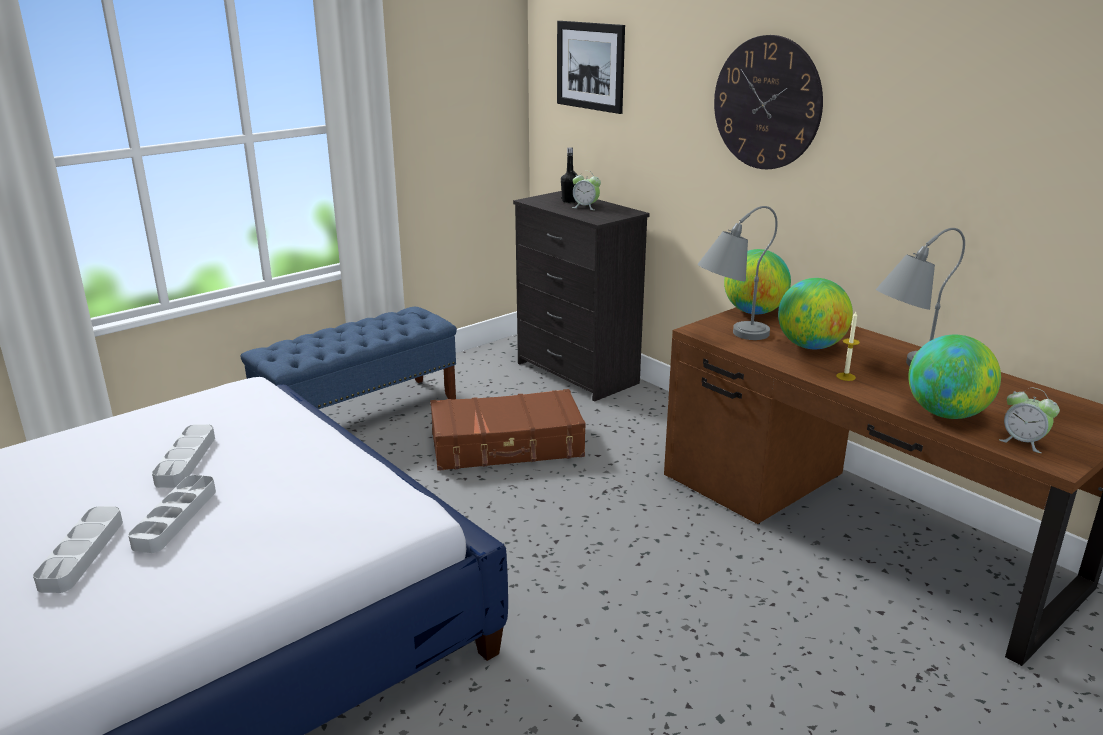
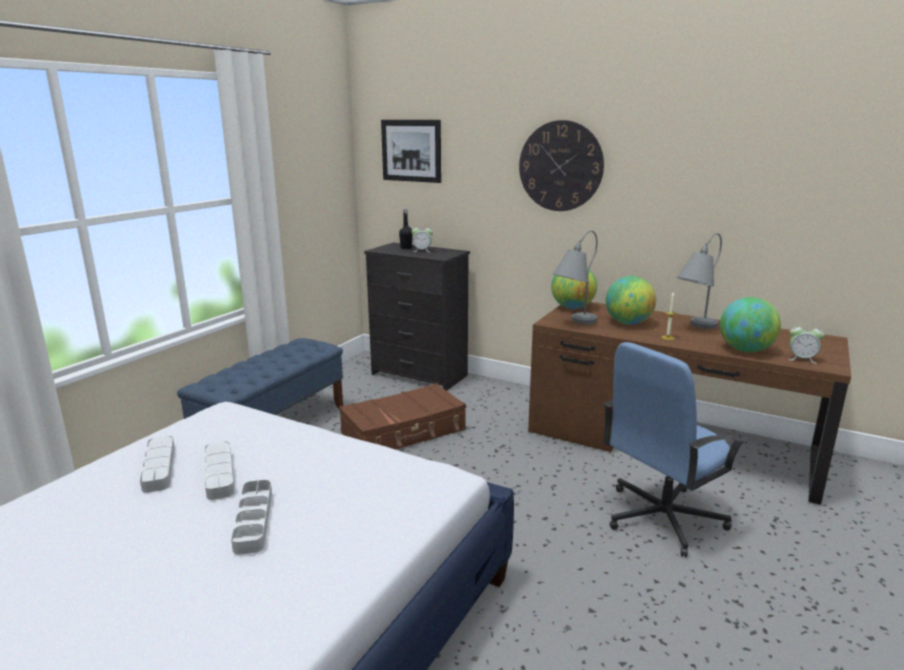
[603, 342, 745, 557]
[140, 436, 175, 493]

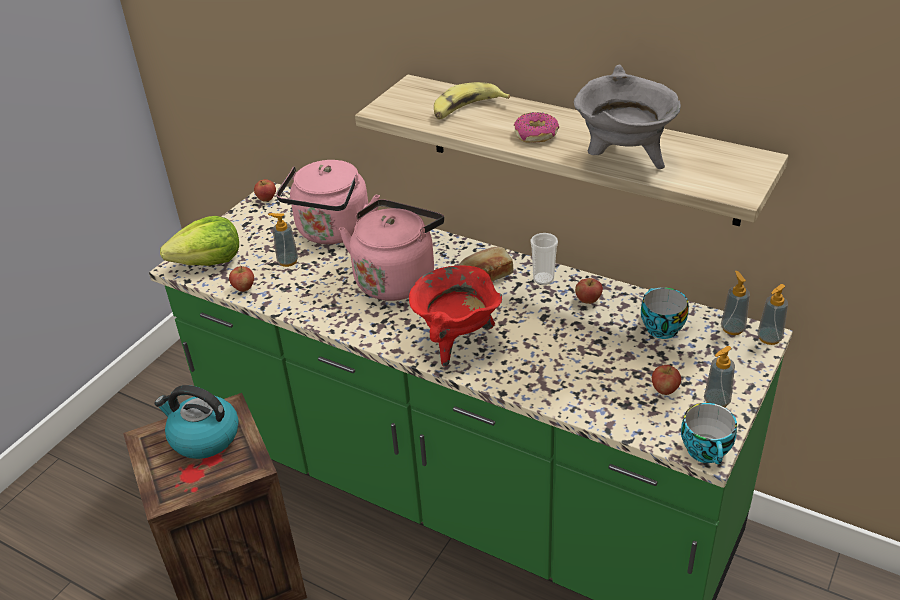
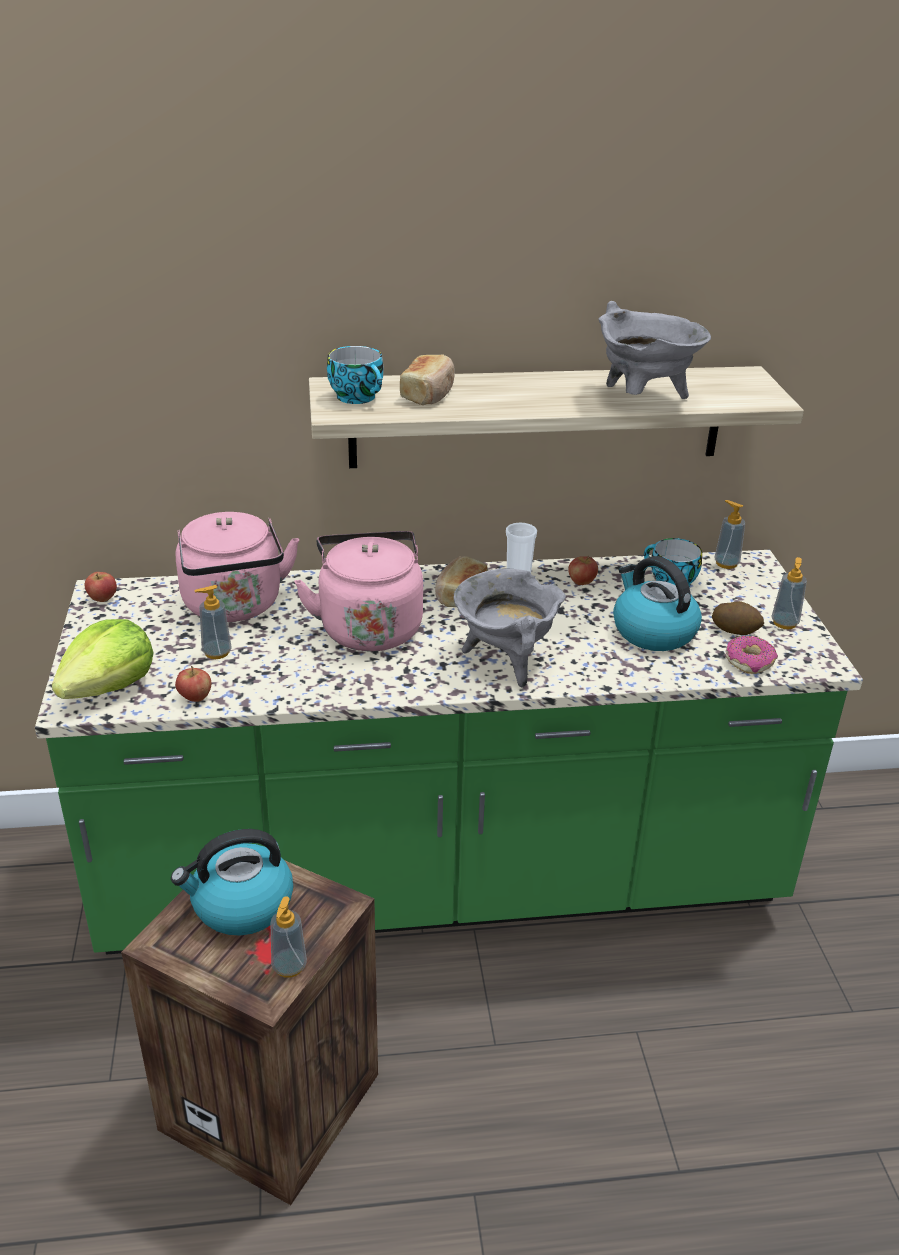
[613, 556, 702, 651]
[726, 636, 778, 674]
[327, 346, 384, 404]
[270, 896, 307, 978]
[400, 354, 455, 405]
[712, 601, 764, 635]
[454, 569, 566, 687]

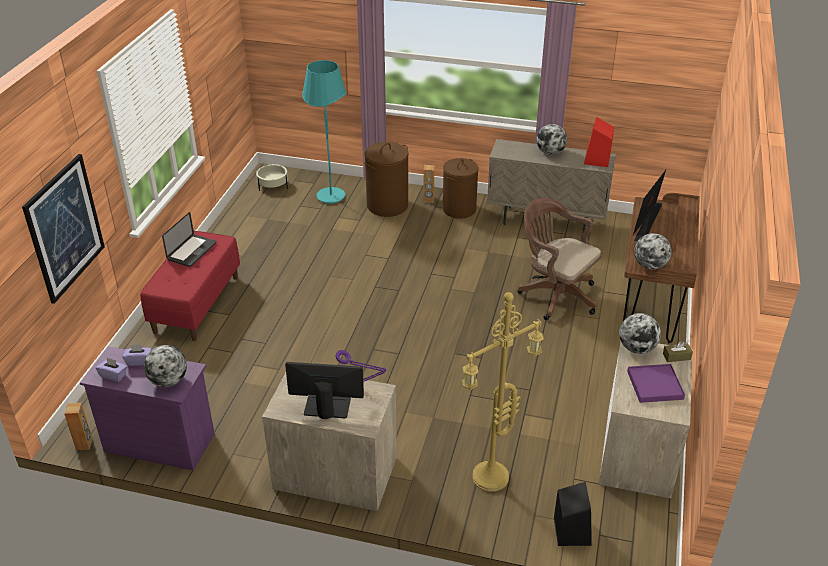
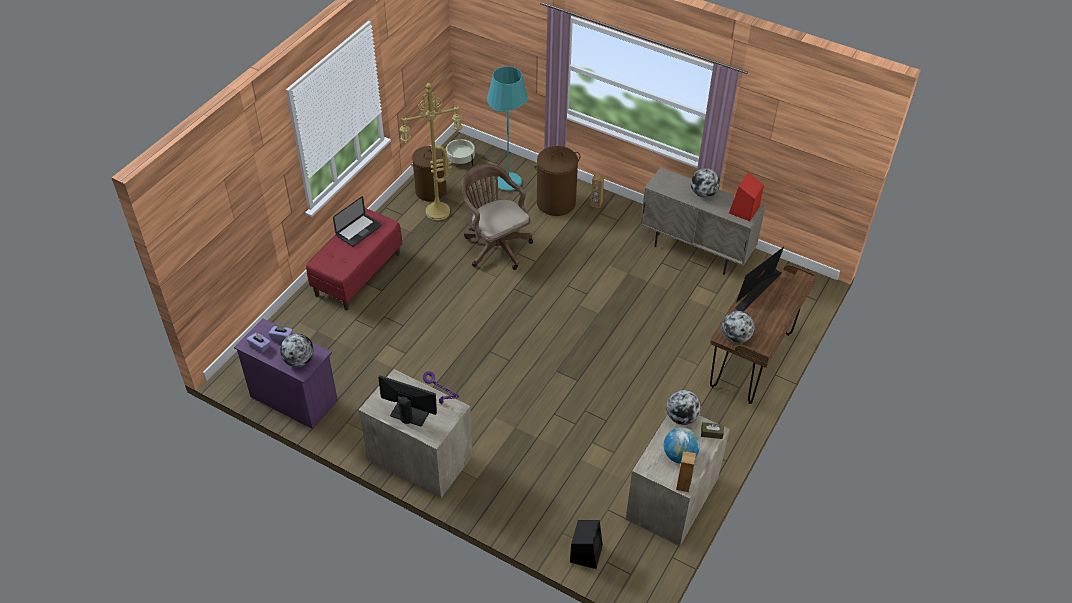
[22, 154, 105, 304] (first image)
[676, 451, 696, 492]
[411, 146, 447, 202]
[400, 83, 463, 221]
[462, 164, 533, 270]
[664, 427, 700, 464]

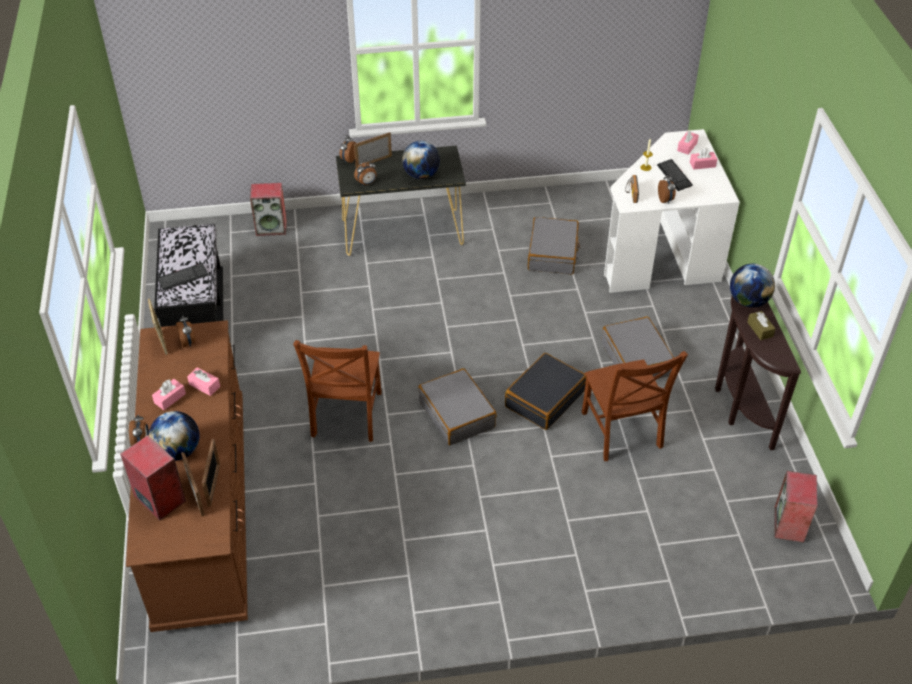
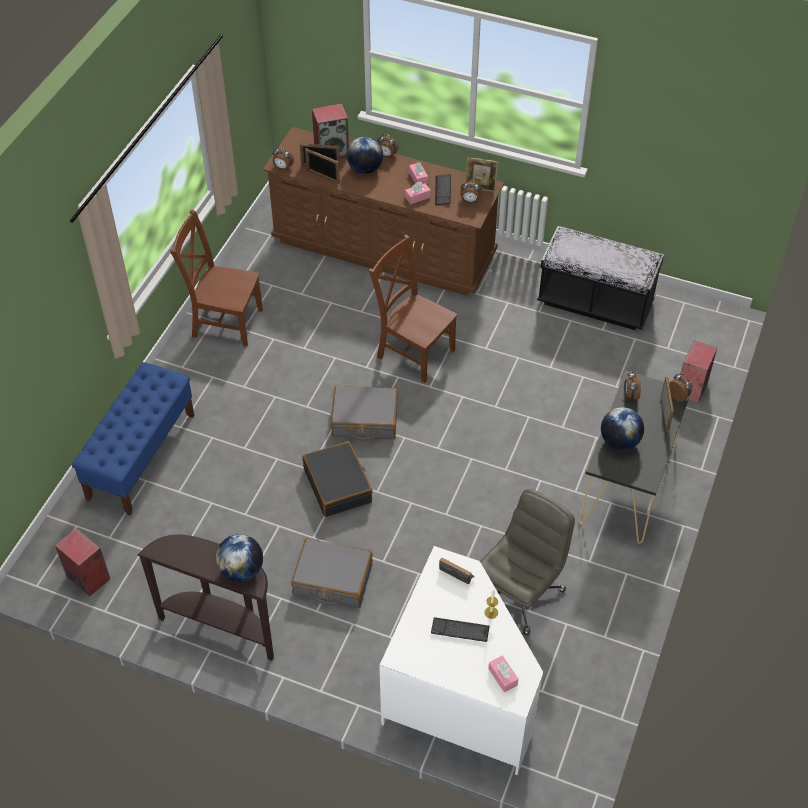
[690, 148, 717, 170] (first image)
[747, 311, 776, 340] (first image)
[72, 362, 194, 516]
[435, 174, 451, 205]
[170, 209, 263, 347]
[272, 146, 294, 170]
[480, 489, 575, 635]

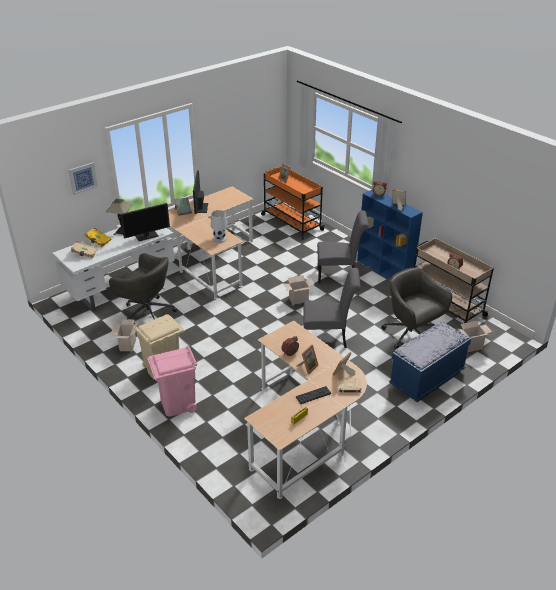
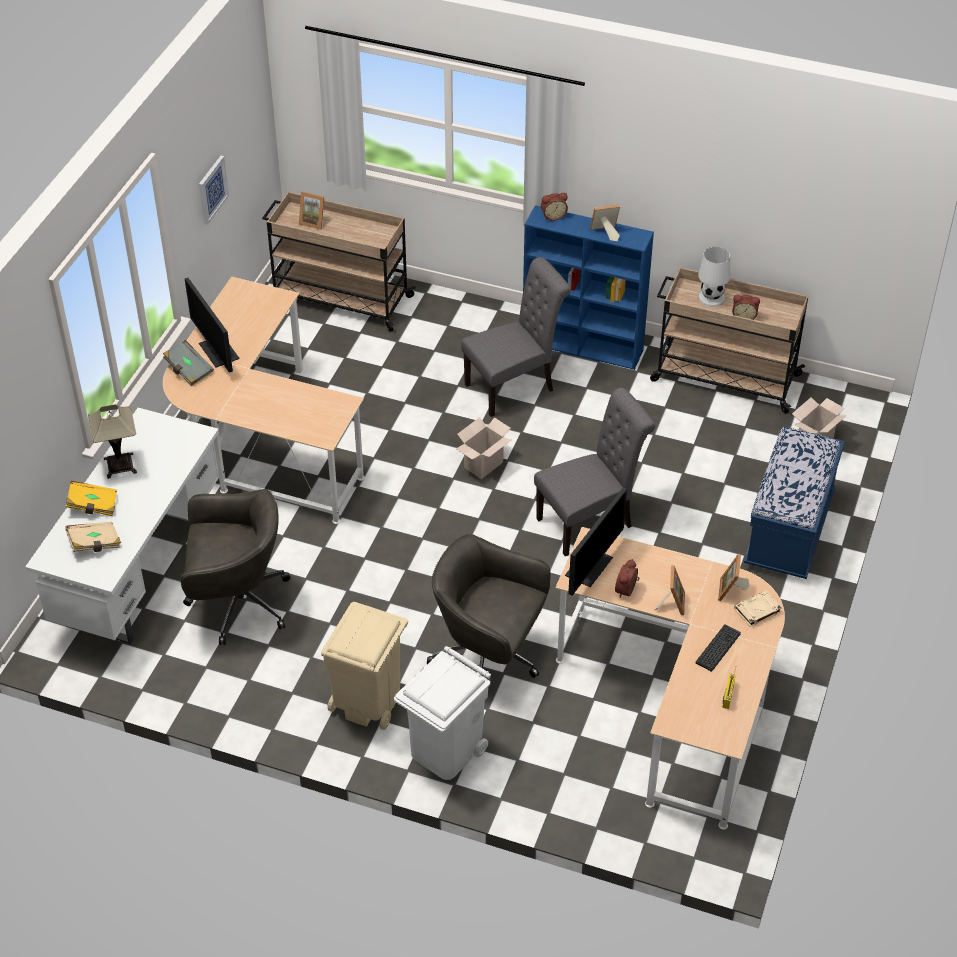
[111, 319, 138, 351] (first image)
[199, 156, 229, 225]
[565, 487, 627, 596]
[698, 247, 730, 307]
[427, 534, 550, 678]
[394, 646, 491, 780]
[262, 192, 416, 332]

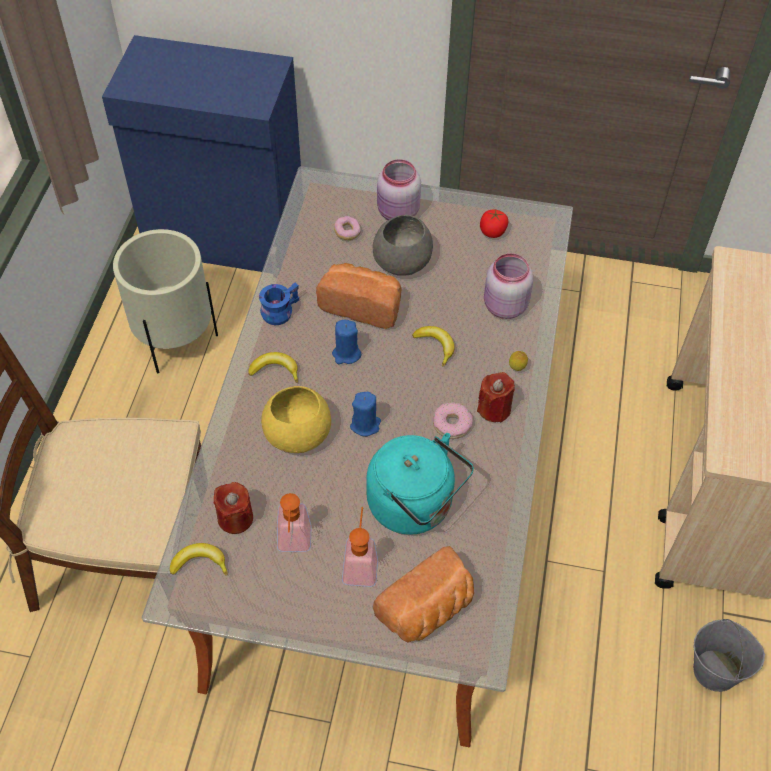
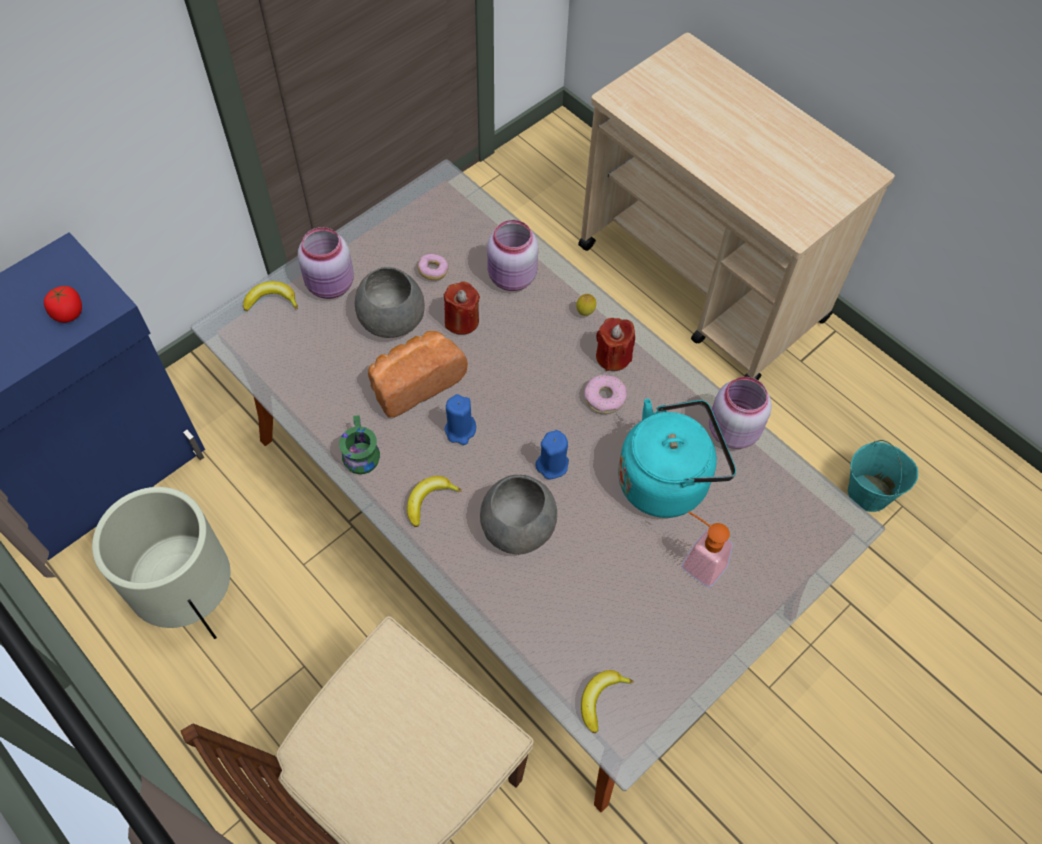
[277, 493, 311, 552] (first image)
[373, 546, 474, 643] (first image)
[693, 619, 765, 692] (first image)
[709, 377, 772, 449]
[848, 440, 918, 512]
[443, 282, 480, 335]
[418, 254, 449, 280]
[243, 281, 298, 311]
[44, 286, 82, 323]
[339, 415, 380, 474]
[480, 475, 557, 554]

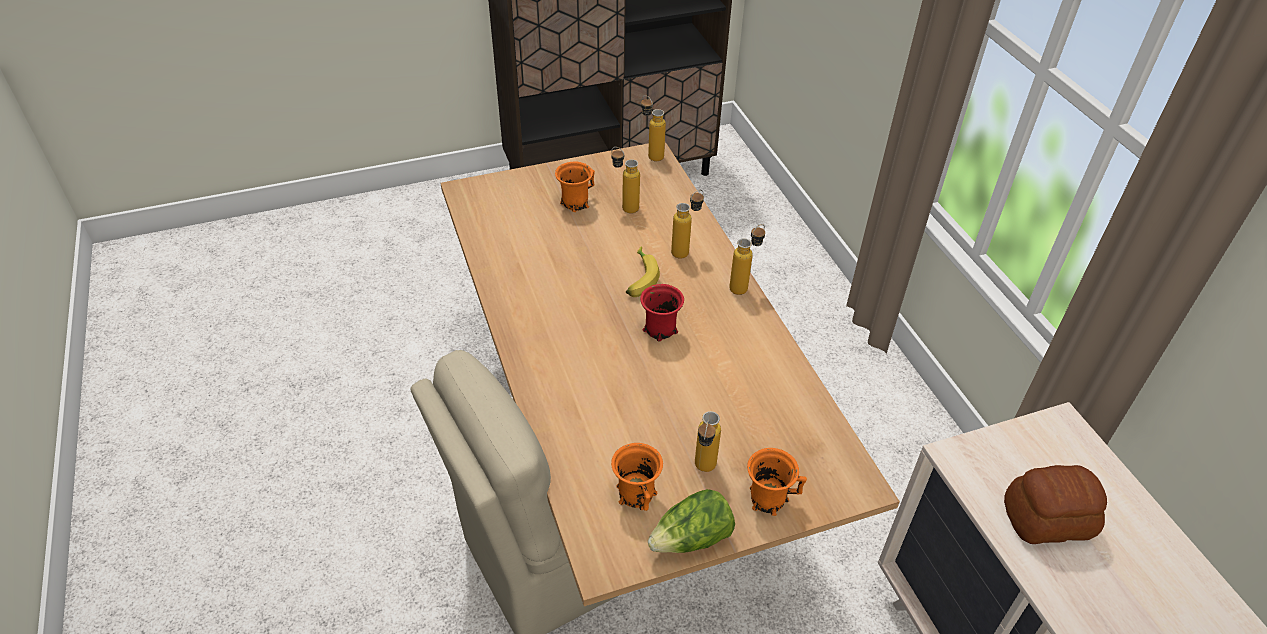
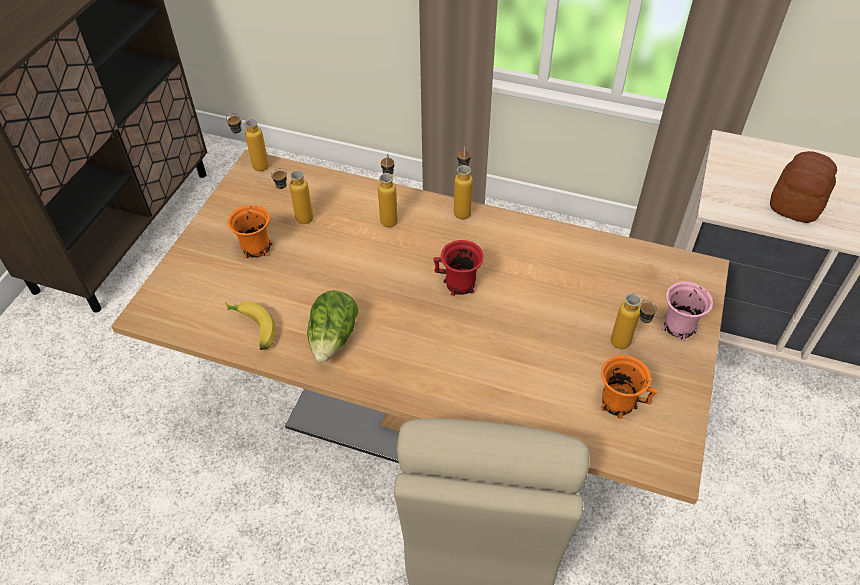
[225, 302, 275, 350]
[307, 290, 358, 362]
[662, 282, 713, 341]

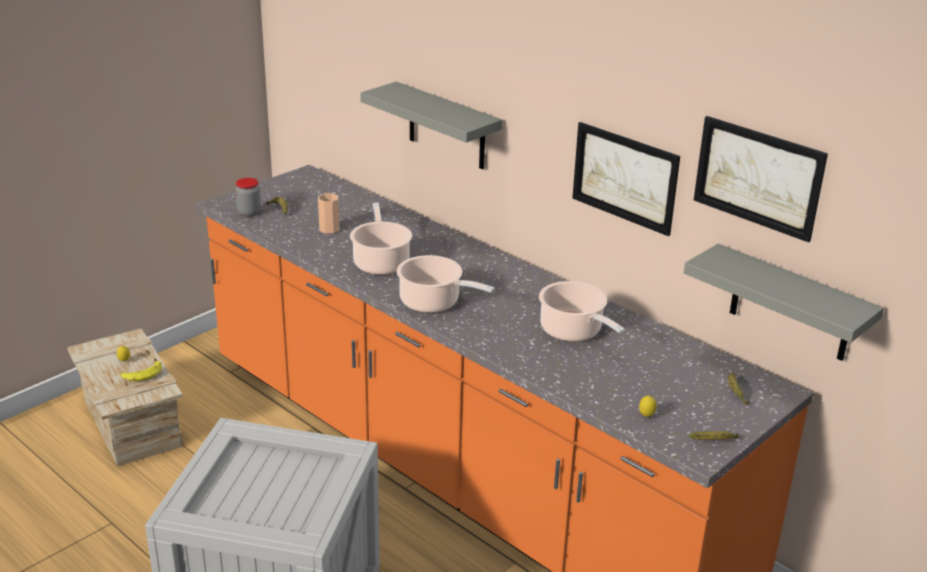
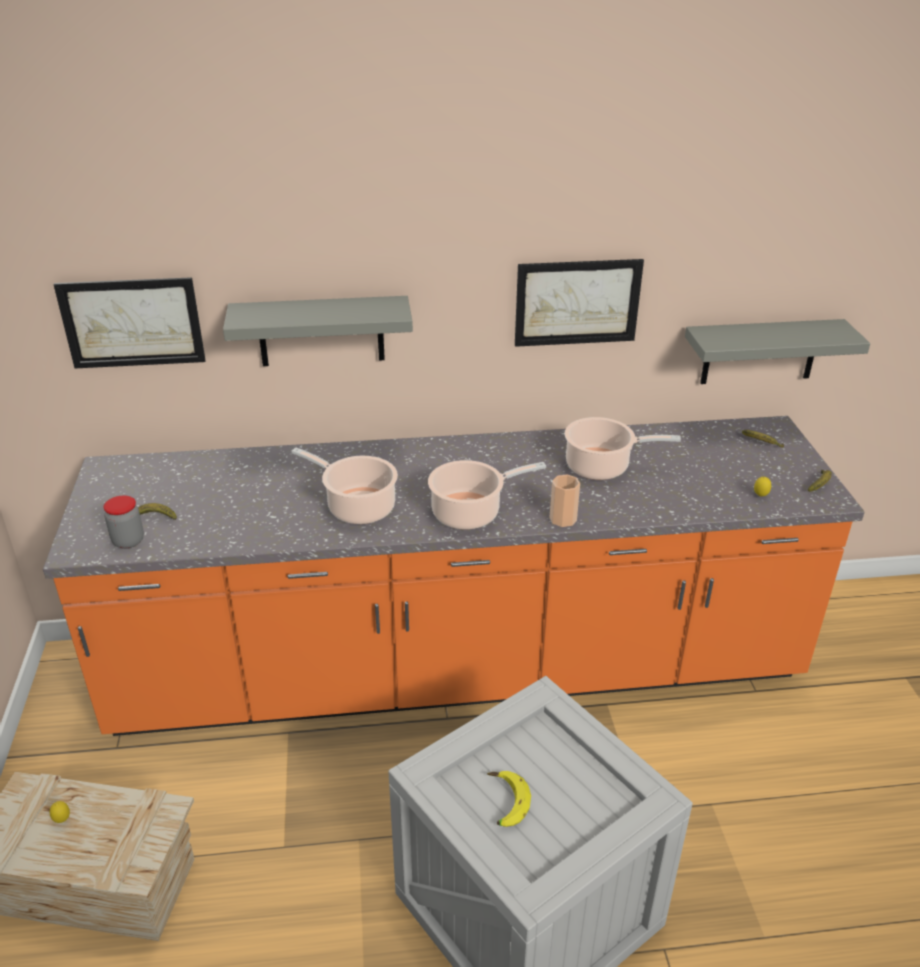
[487, 771, 531, 827]
[549, 475, 580, 527]
[53, 277, 206, 369]

